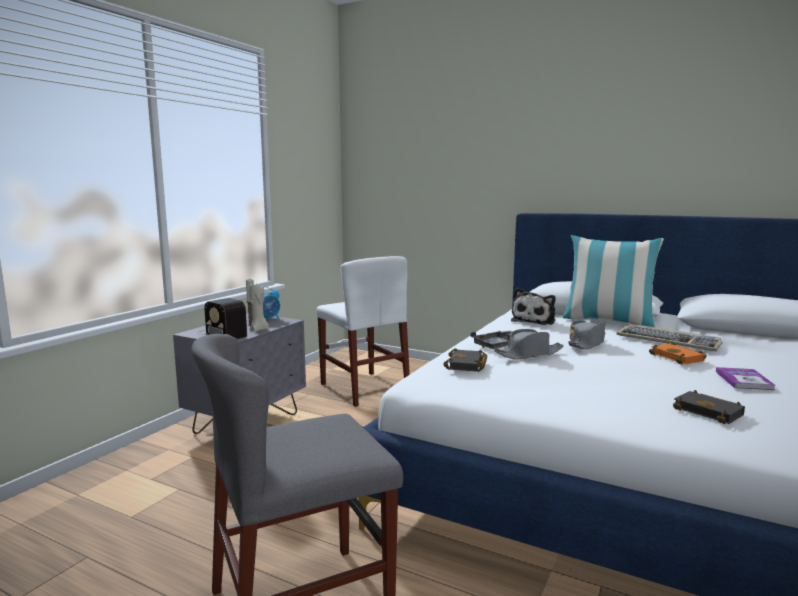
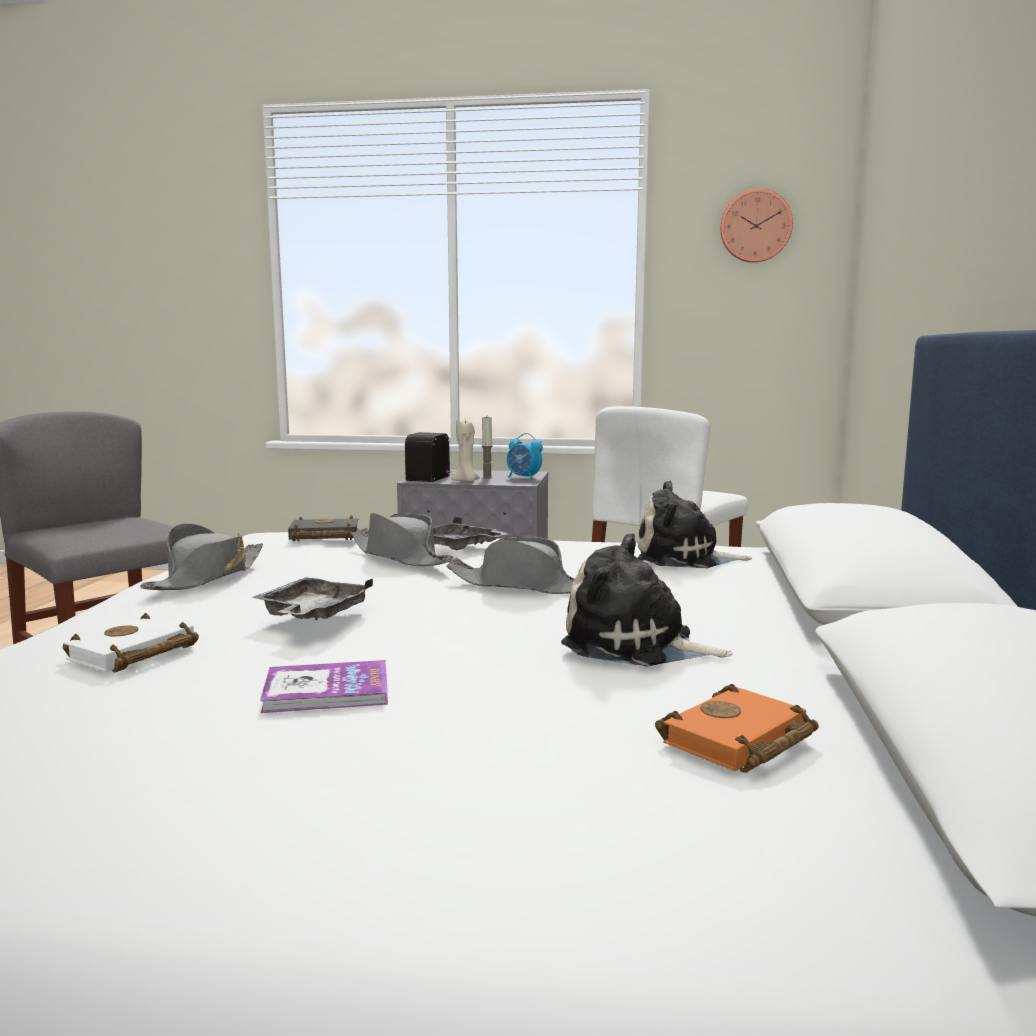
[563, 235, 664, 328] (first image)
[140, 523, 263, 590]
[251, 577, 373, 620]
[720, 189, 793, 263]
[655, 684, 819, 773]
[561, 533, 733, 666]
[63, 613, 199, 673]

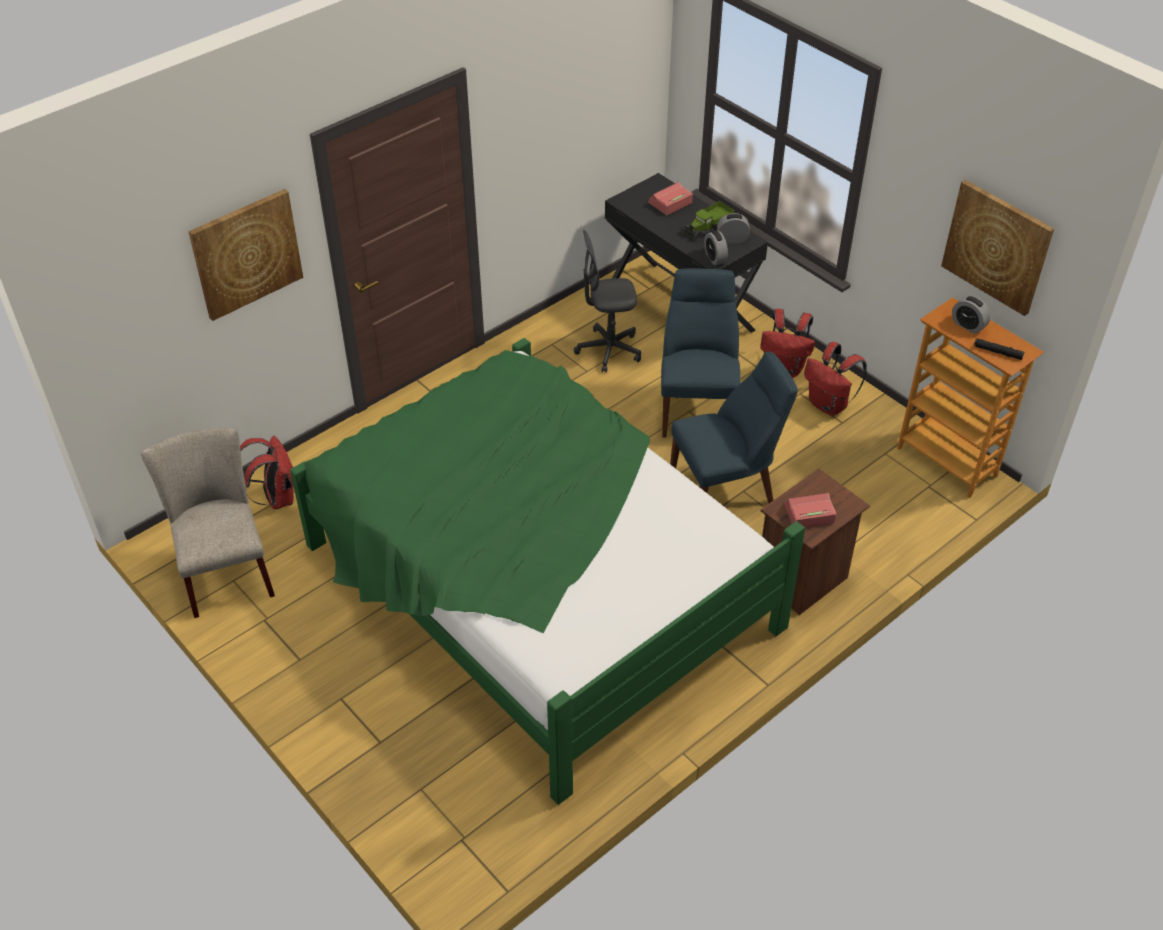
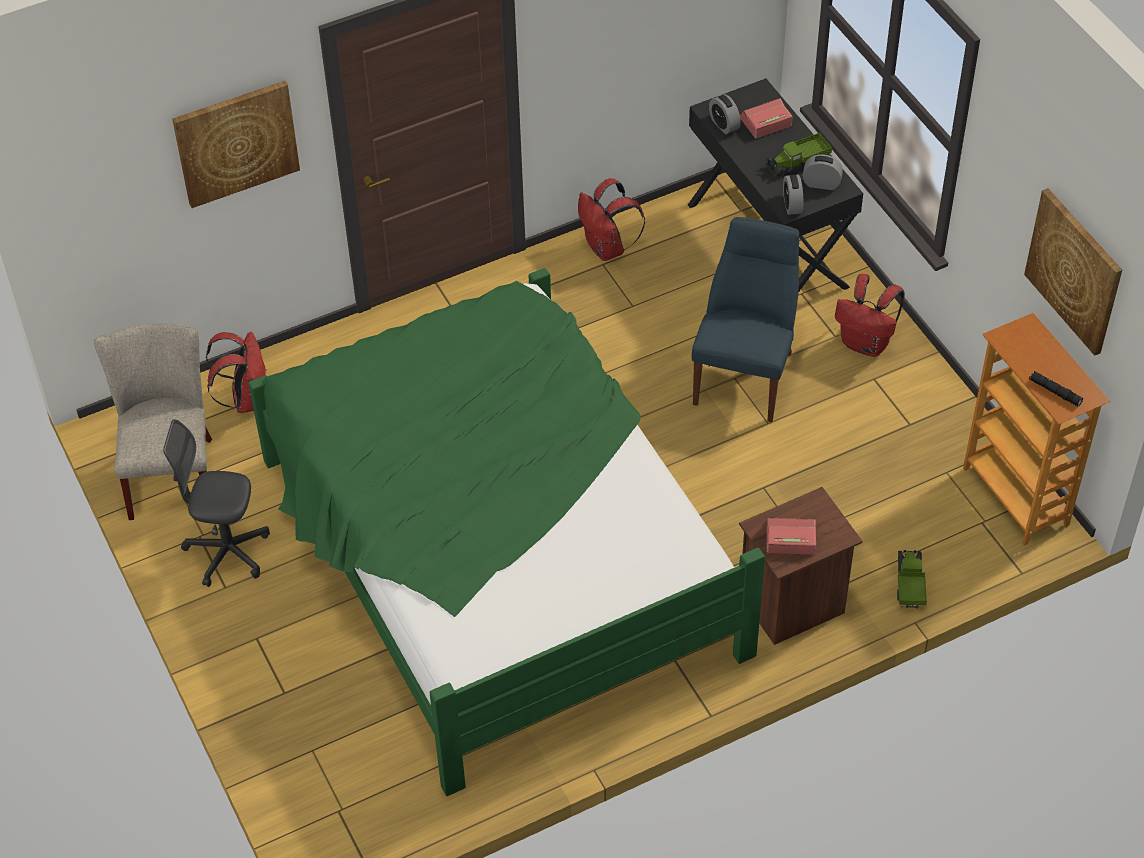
[670, 351, 798, 503] (first image)
[896, 550, 927, 609]
[163, 419, 270, 587]
[578, 178, 645, 261]
[709, 94, 741, 134]

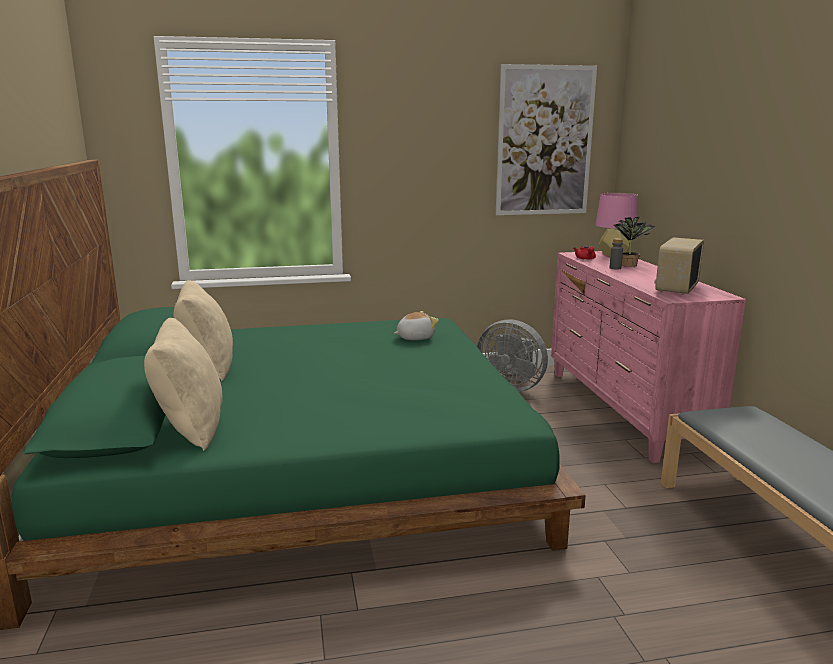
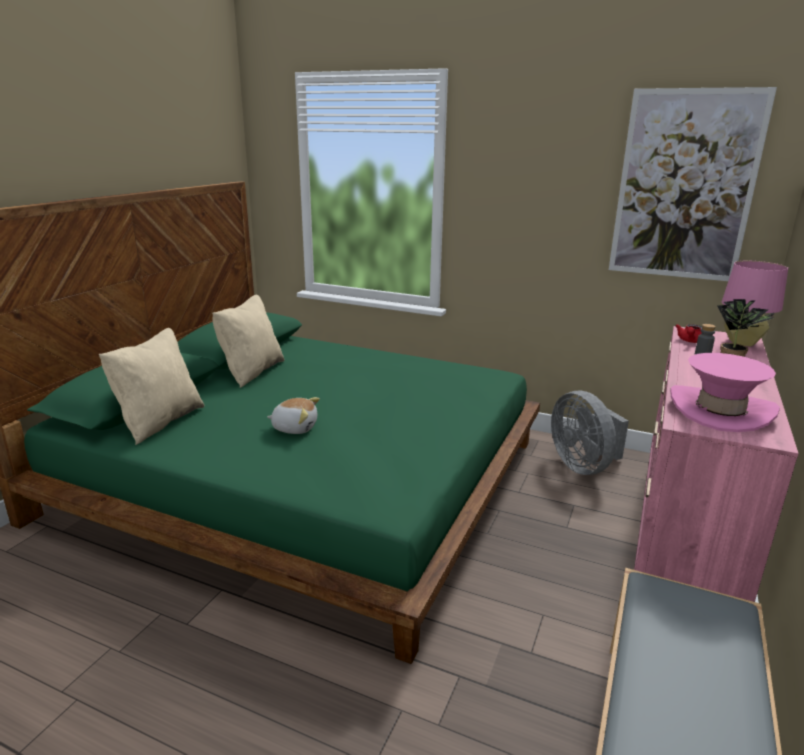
[267, 397, 320, 434]
[670, 353, 780, 432]

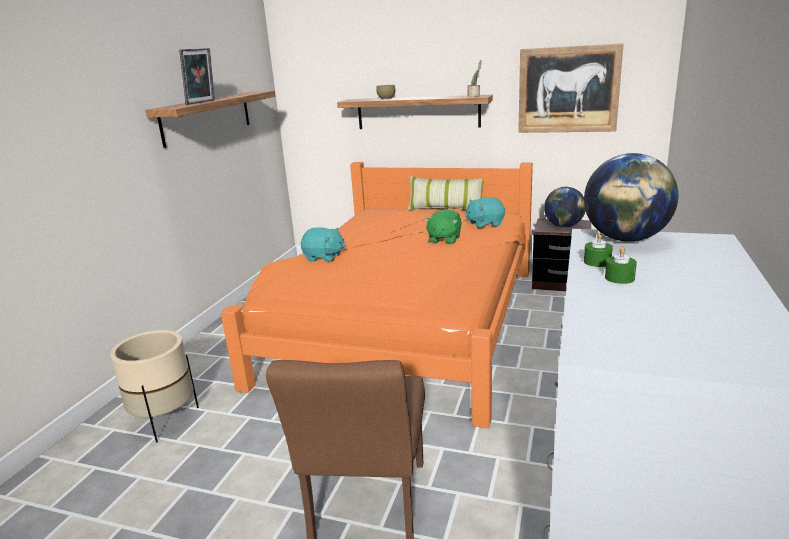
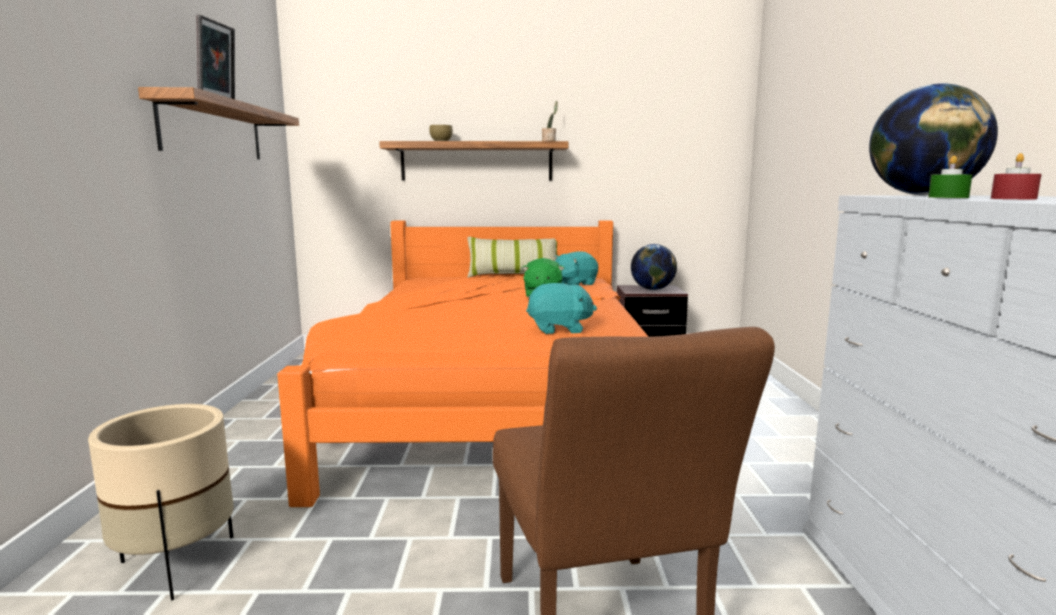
[518, 43, 624, 133] (first image)
[526, 283, 597, 334]
[991, 153, 1041, 199]

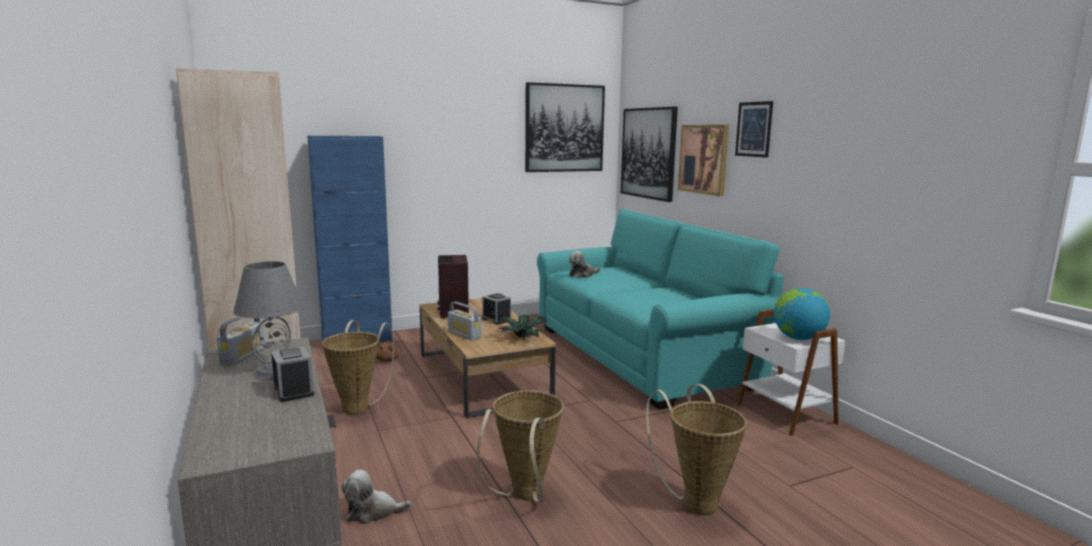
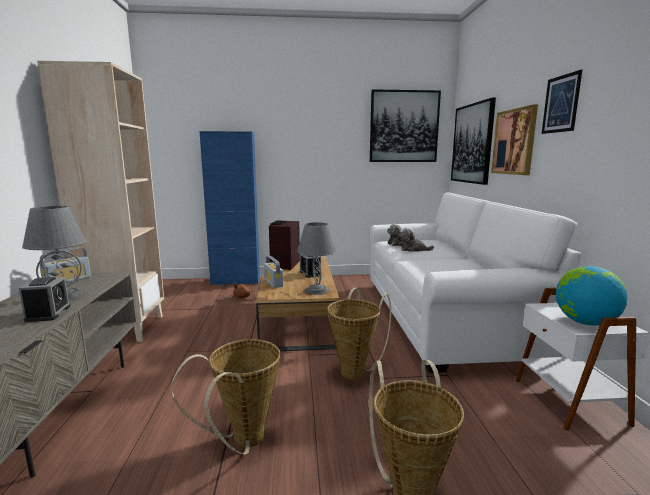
[327, 288, 391, 380]
[400, 228, 434, 252]
[297, 222, 337, 295]
[370, 192, 581, 373]

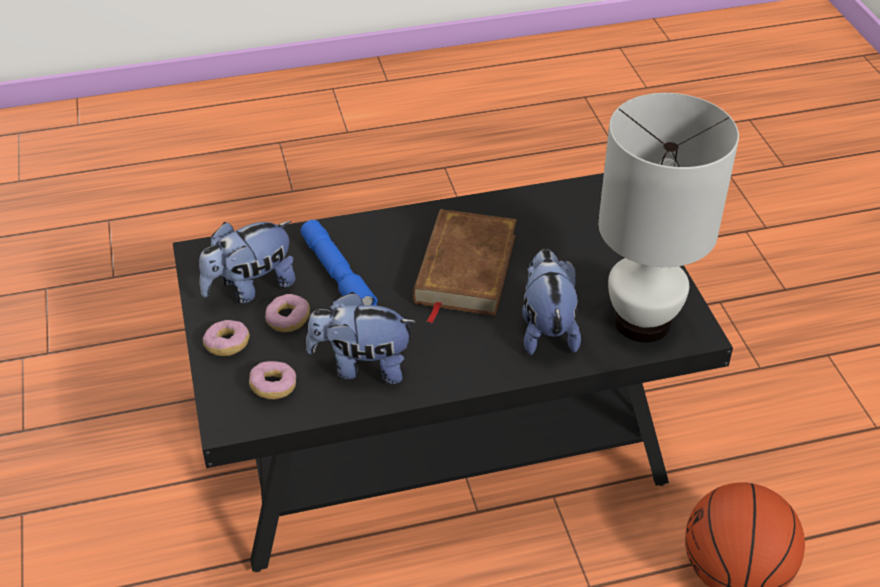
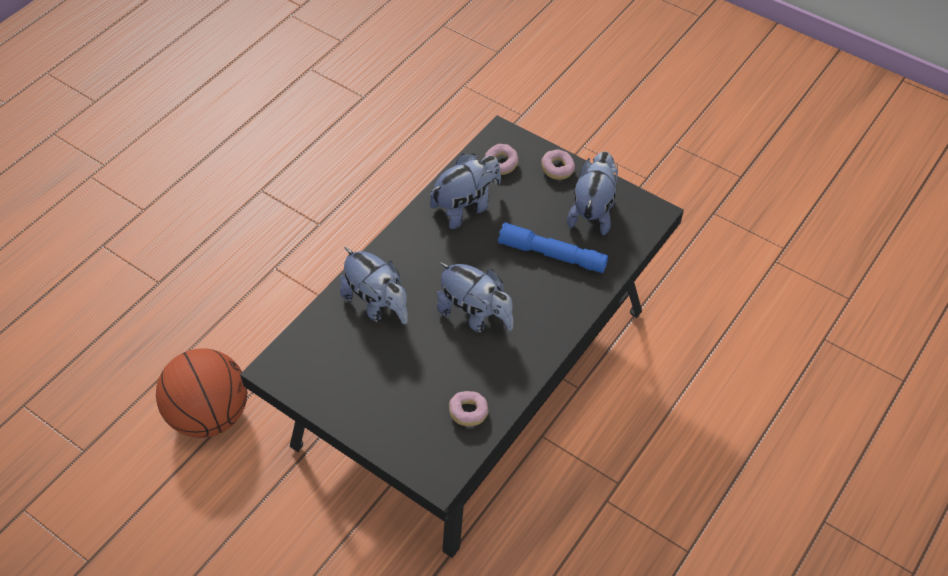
[598, 93, 739, 343] (first image)
[449, 391, 489, 426]
[437, 262, 514, 333]

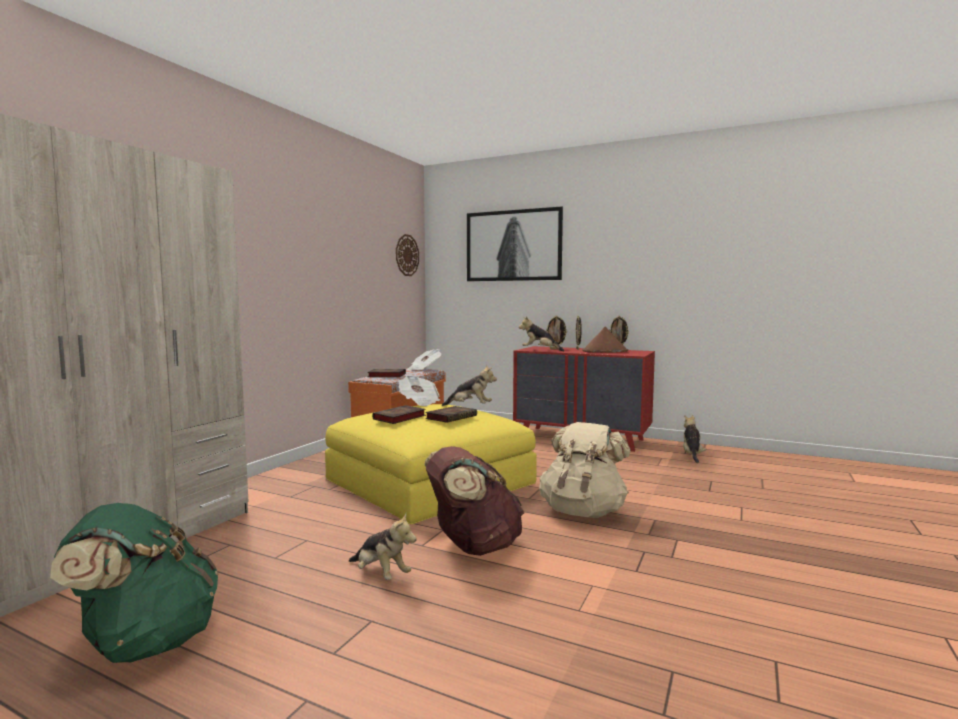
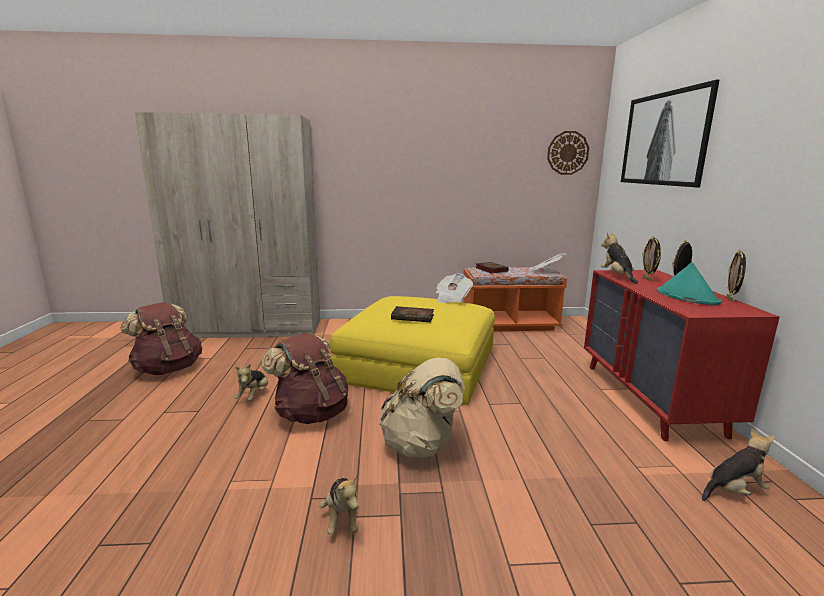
[372, 405, 426, 424] (first image)
[319, 475, 358, 535]
[121, 302, 202, 375]
[657, 262, 722, 305]

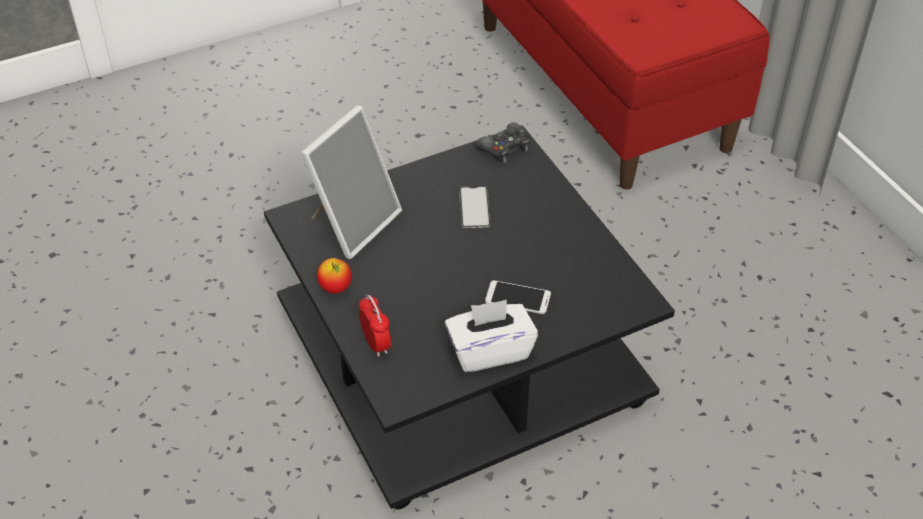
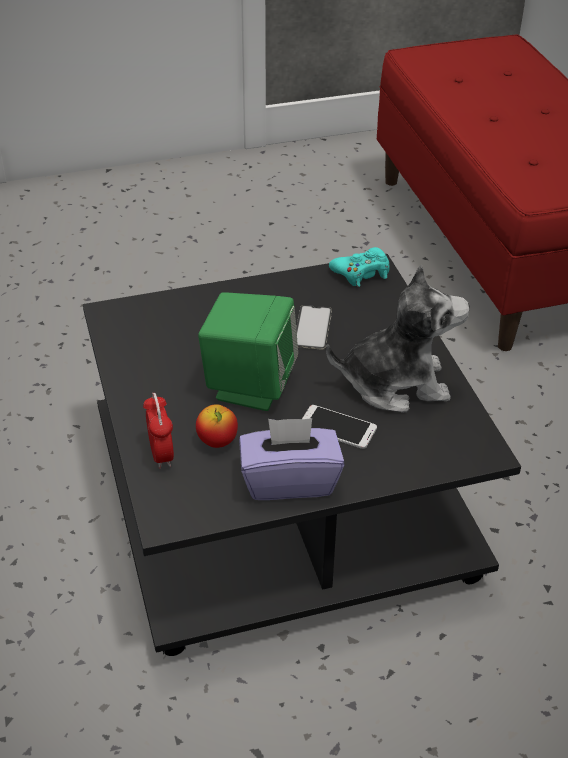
[301, 105, 402, 259] (first image)
[198, 292, 298, 411]
[326, 265, 470, 412]
[196, 404, 238, 448]
[239, 418, 344, 500]
[329, 247, 390, 287]

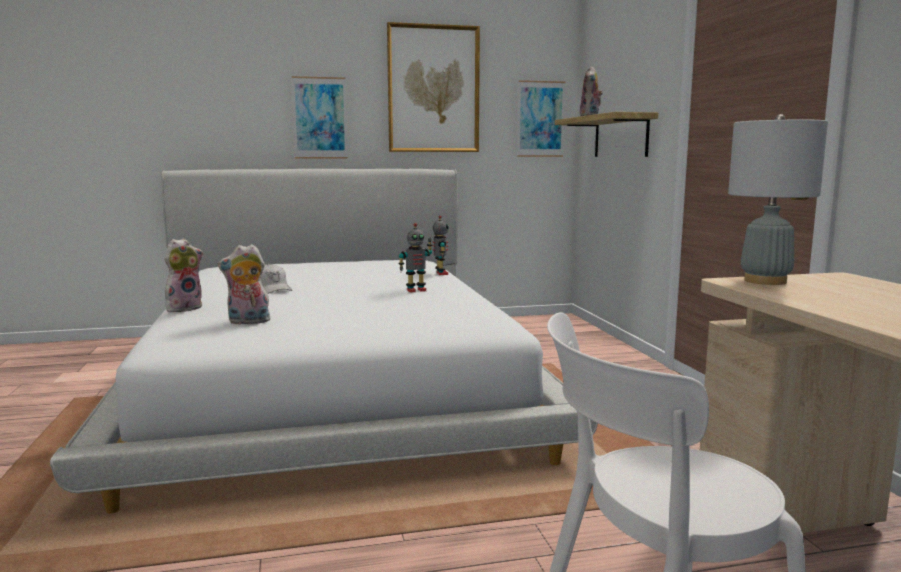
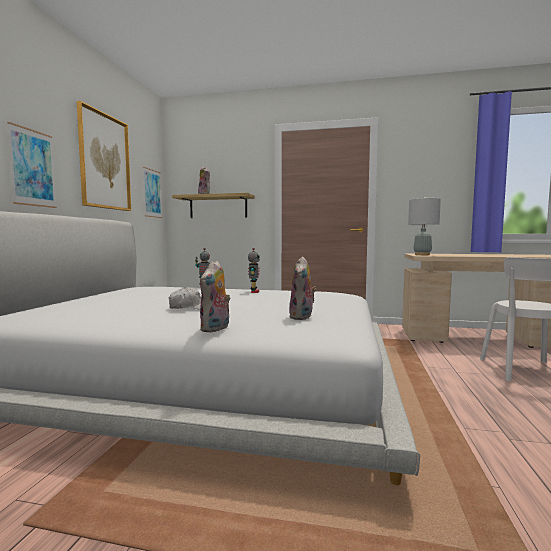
[200, 261, 231, 333]

